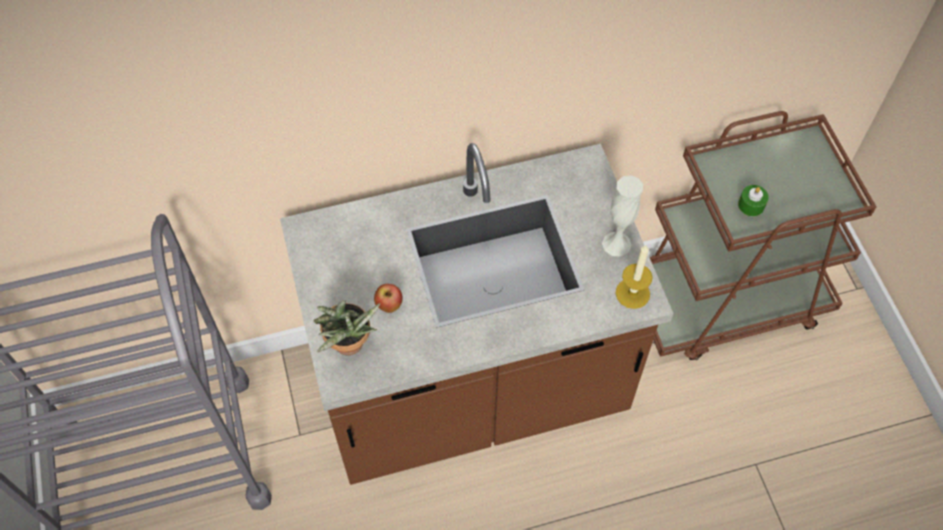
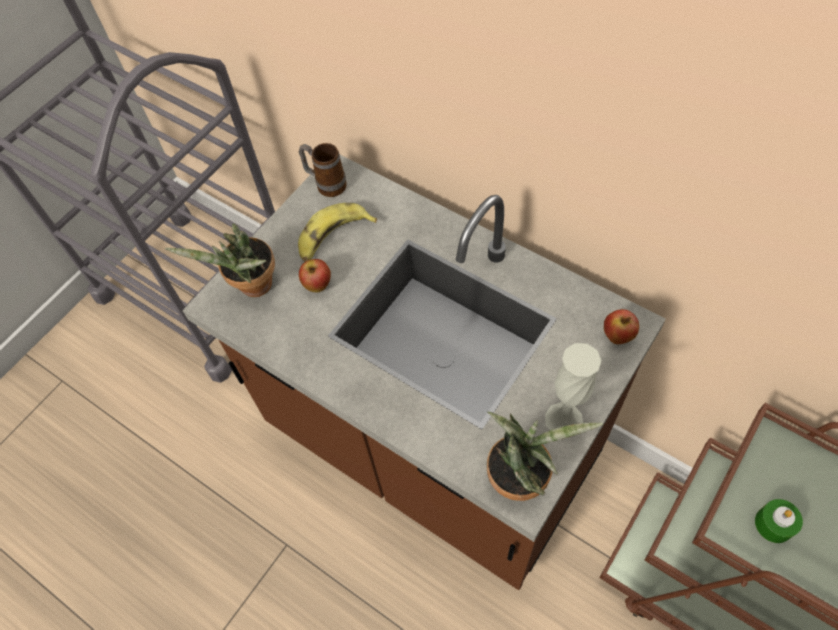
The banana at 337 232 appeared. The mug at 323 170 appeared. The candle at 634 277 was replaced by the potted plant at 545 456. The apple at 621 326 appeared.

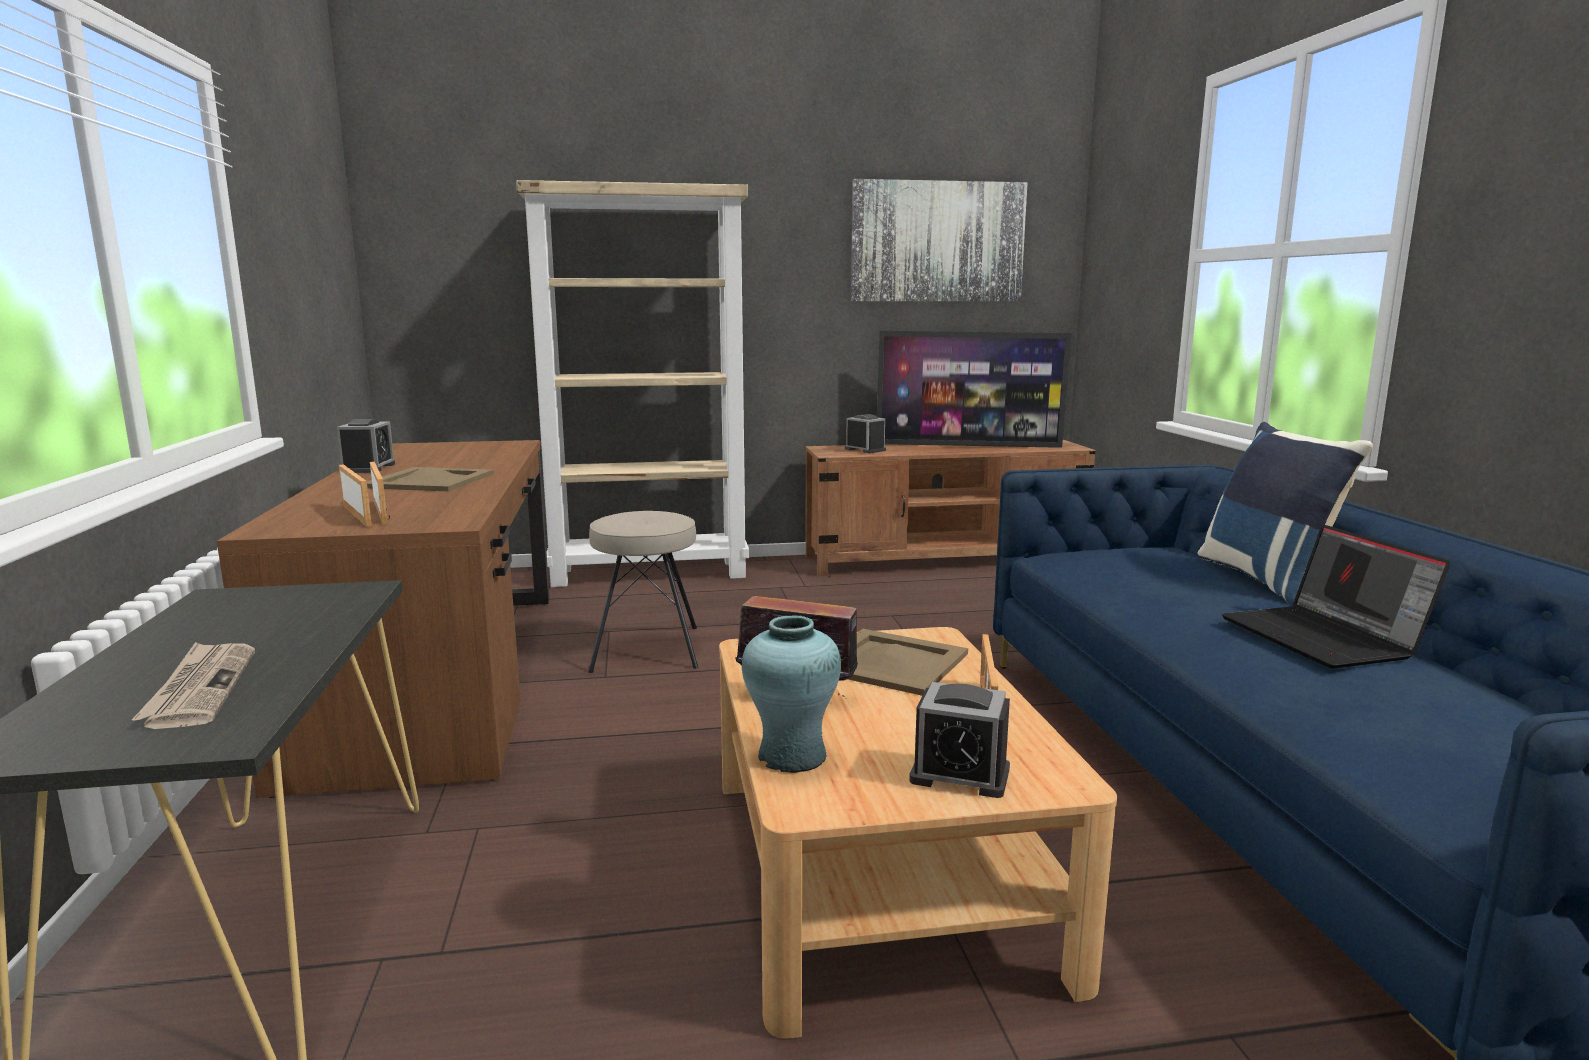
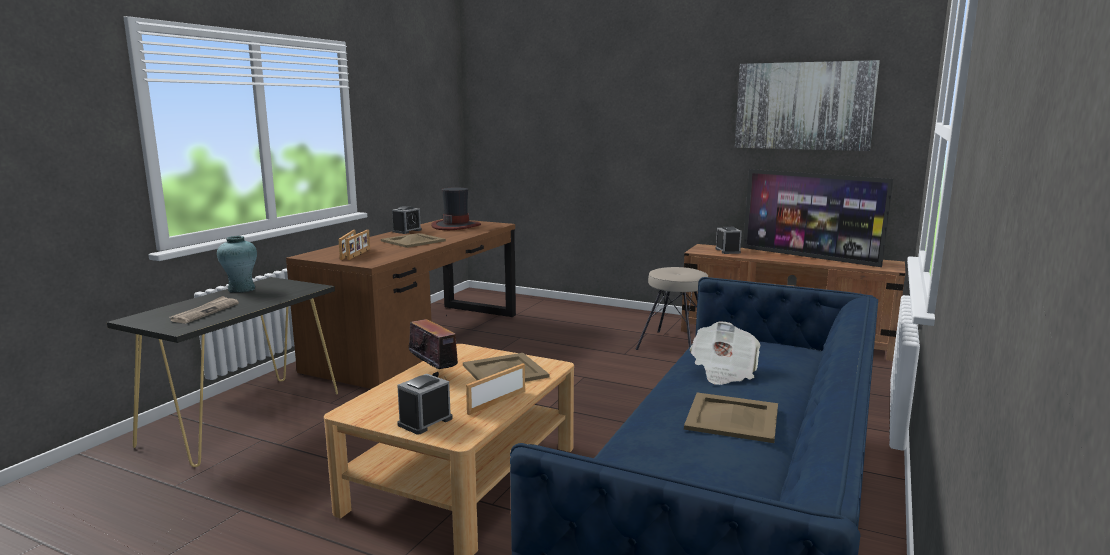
The turquoise vase moved from 791 694 to 237 264. The alarm clock at 959 740 turned 75 degrees clockwise. The hat at 456 208 appeared. The beige stool moved from 643 592 to 671 308. The laptop at 1336 596 was replaced by the beige tray at 731 417. The newspaper at 725 353 appeared. The beige bookcase at 632 383 disappeared. The blue pillow at 1285 513 disappeared.

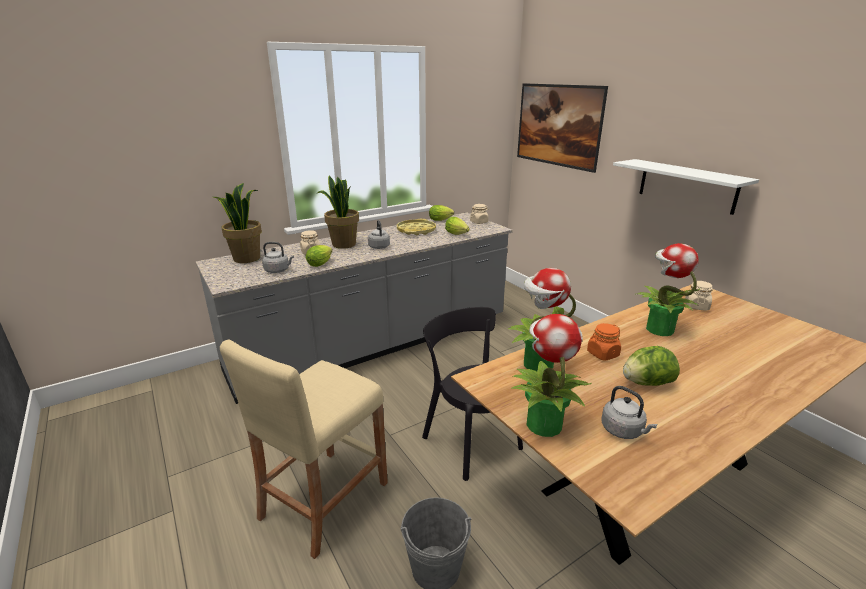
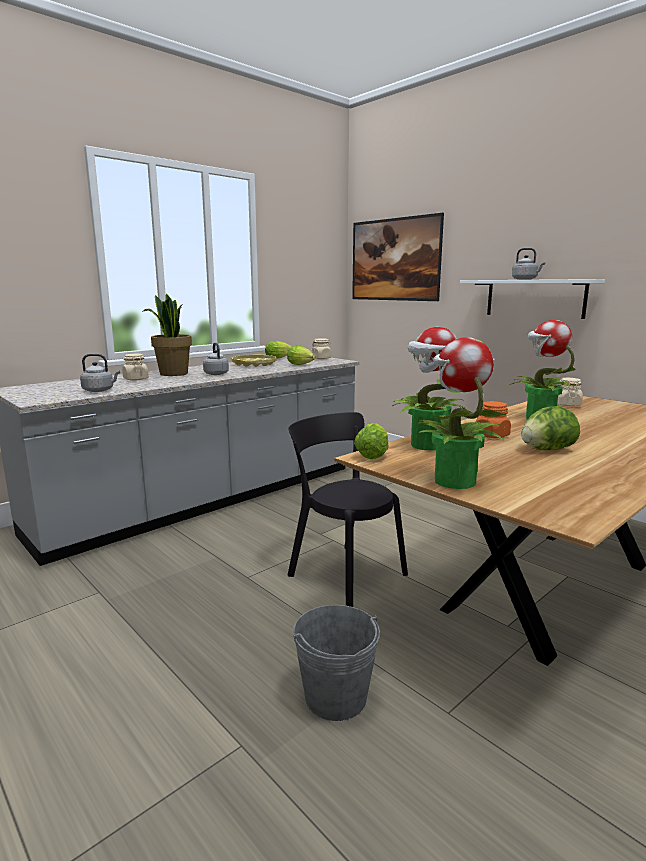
The lettuce moved from 319 256 to 371 441. The grey kettle moved from 629 412 to 528 264. The potted plant at 238 223 disappeared. The beige stool at 304 449 disappeared.

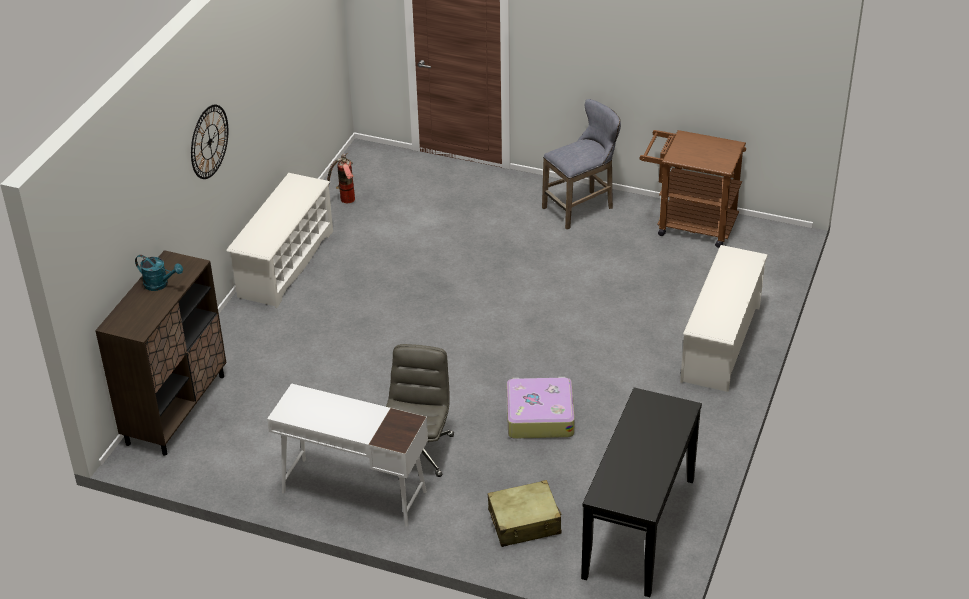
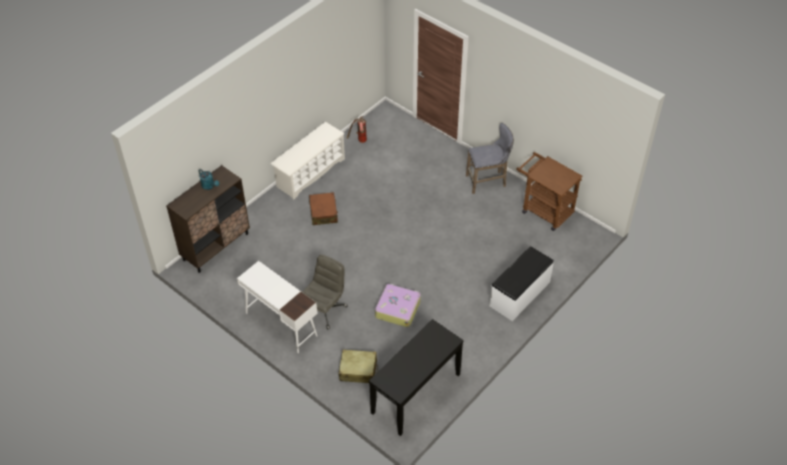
The brown suitcase at 323 208 appeared. The white shoe rack at 724 318 was replaced by the white bench at 521 283. The wall clock at 209 142 disappeared.

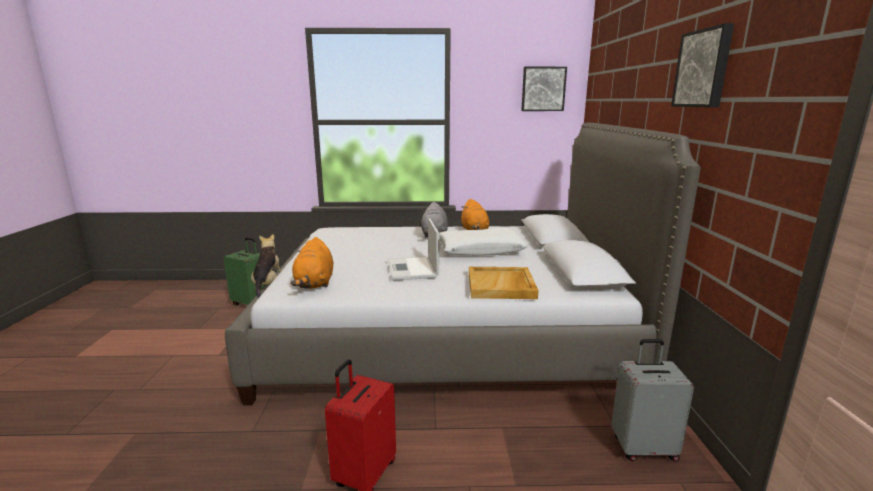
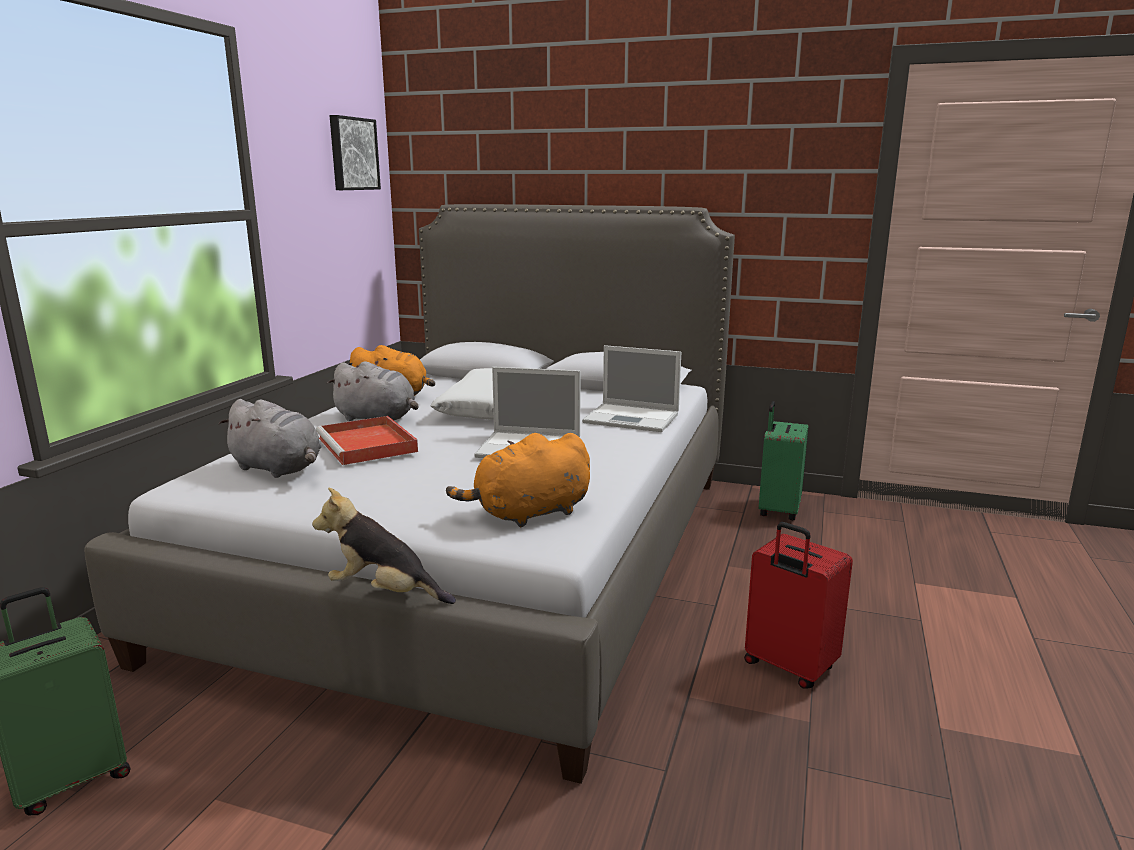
The grey plush toy at 270 438 appeared. The red tray at 367 440 appeared. The orange plush toy at 311 263 turned 135 degrees clockwise. The beige tray at 504 283 was replaced by the laptop at 631 388. The grey suitcase at 652 400 became the green suitcase at 783 460. The picture at 702 65 disappeared.

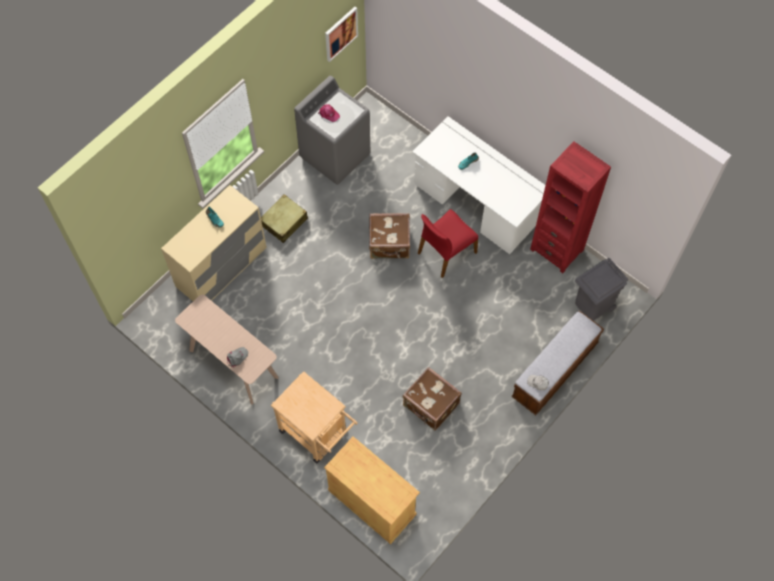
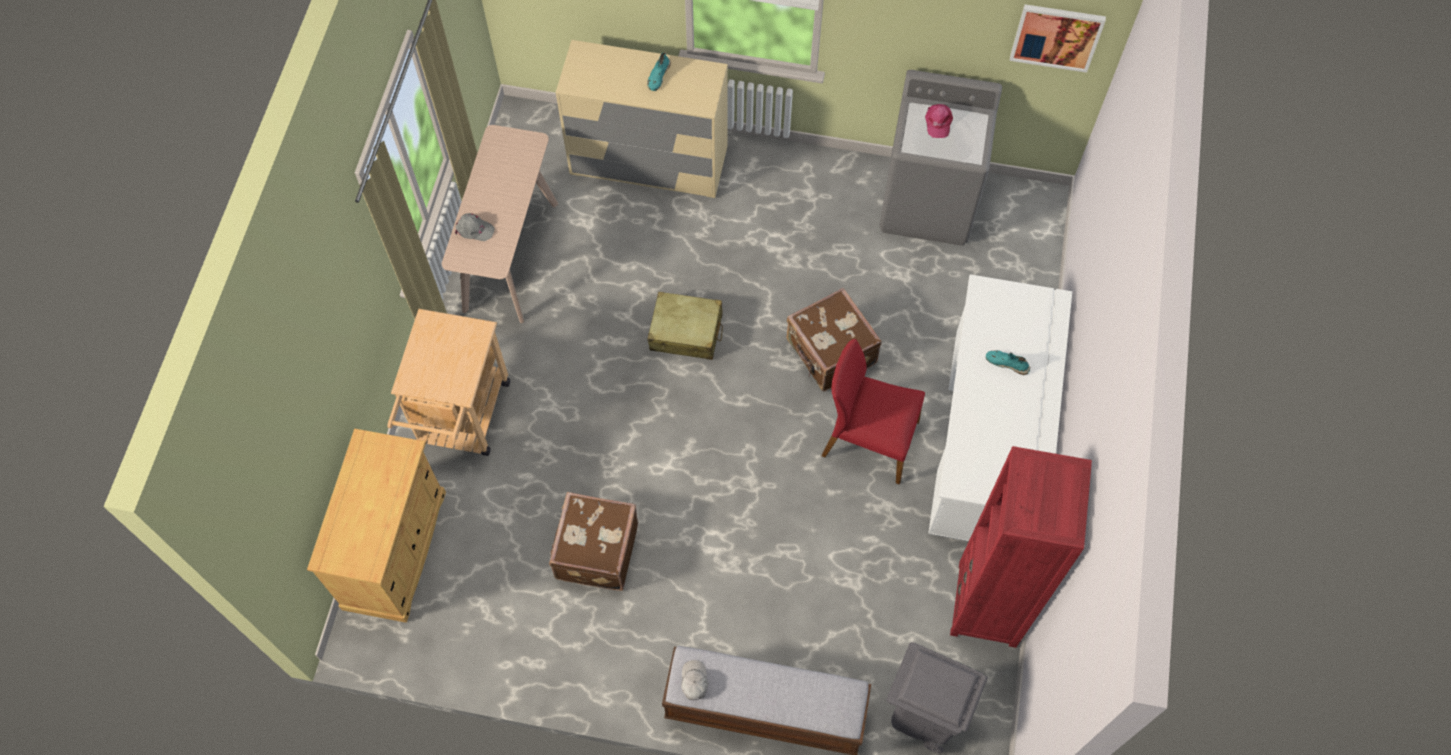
The beige suitcase moved from 284 218 to 685 326.

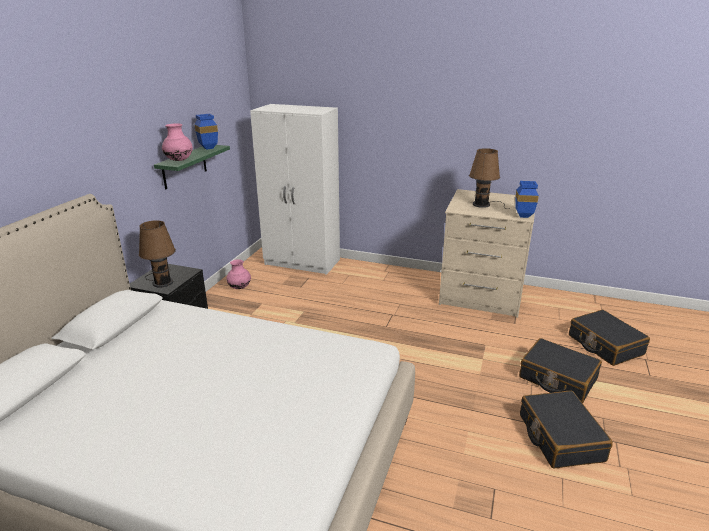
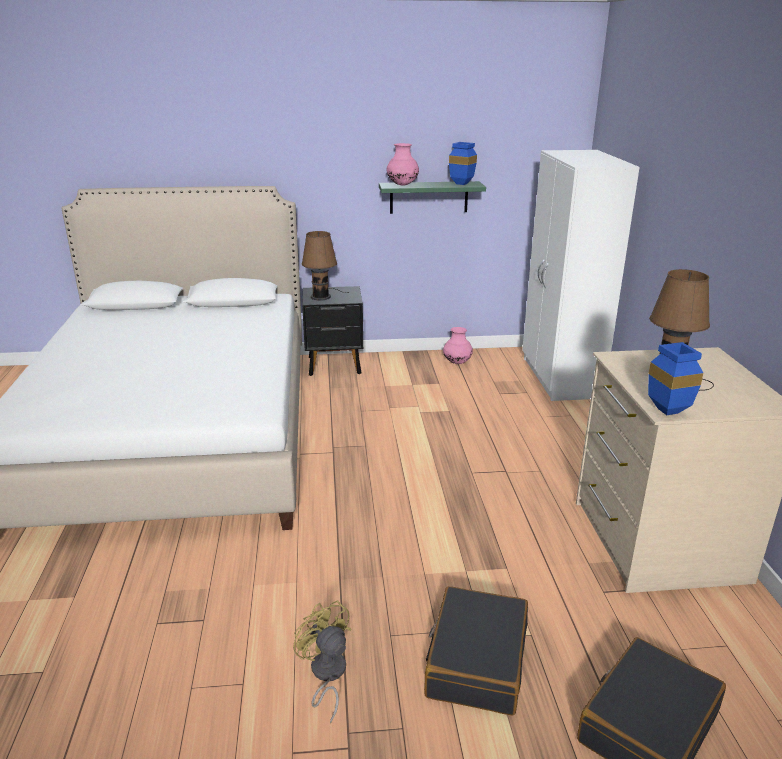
The black suitcase at 566 430 was replaced by the yellow fan at 322 662.

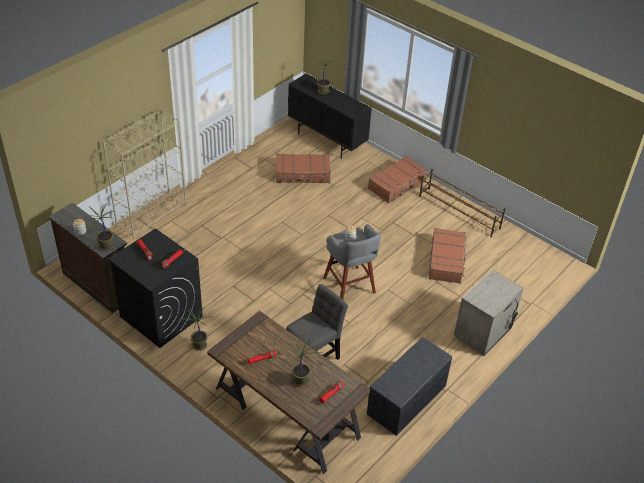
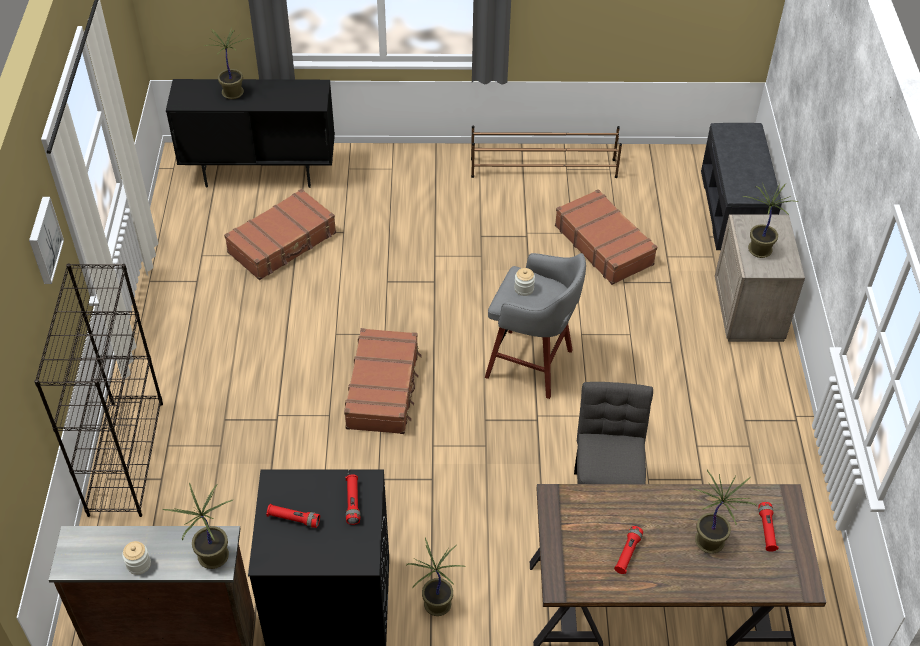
The picture at 46 240 appeared. The beige bookcase at 144 174 became the black bookcase at 98 390. The brown suitcase moved from 397 179 to 383 381. The grey bench moved from 409 386 to 741 186. The potted plant at 770 221 appeared.

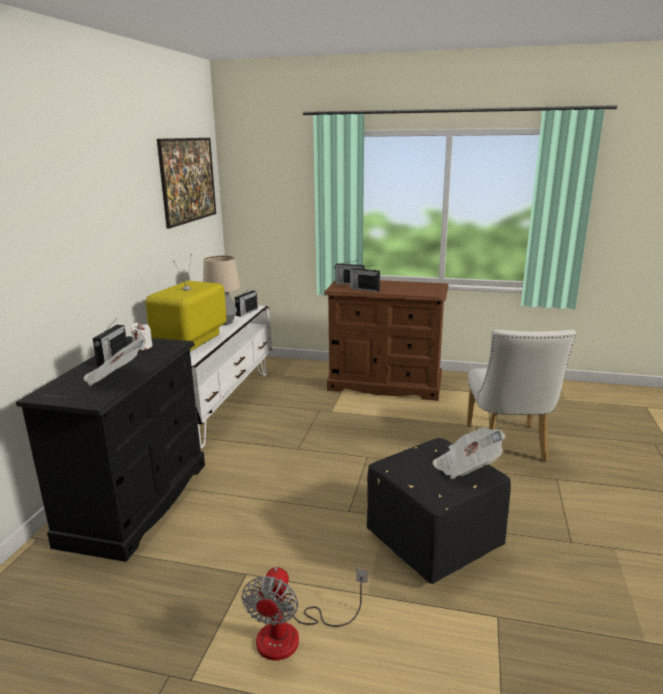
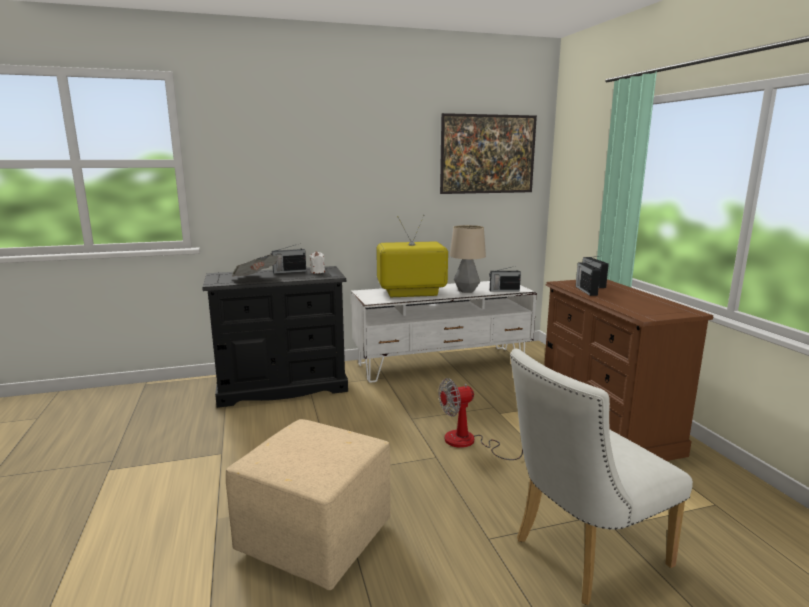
The black ottoman at 439 511 became the beige ottoman at 308 504. The fan moved from 304 613 to 481 419. The newspaper at 469 453 disappeared.

